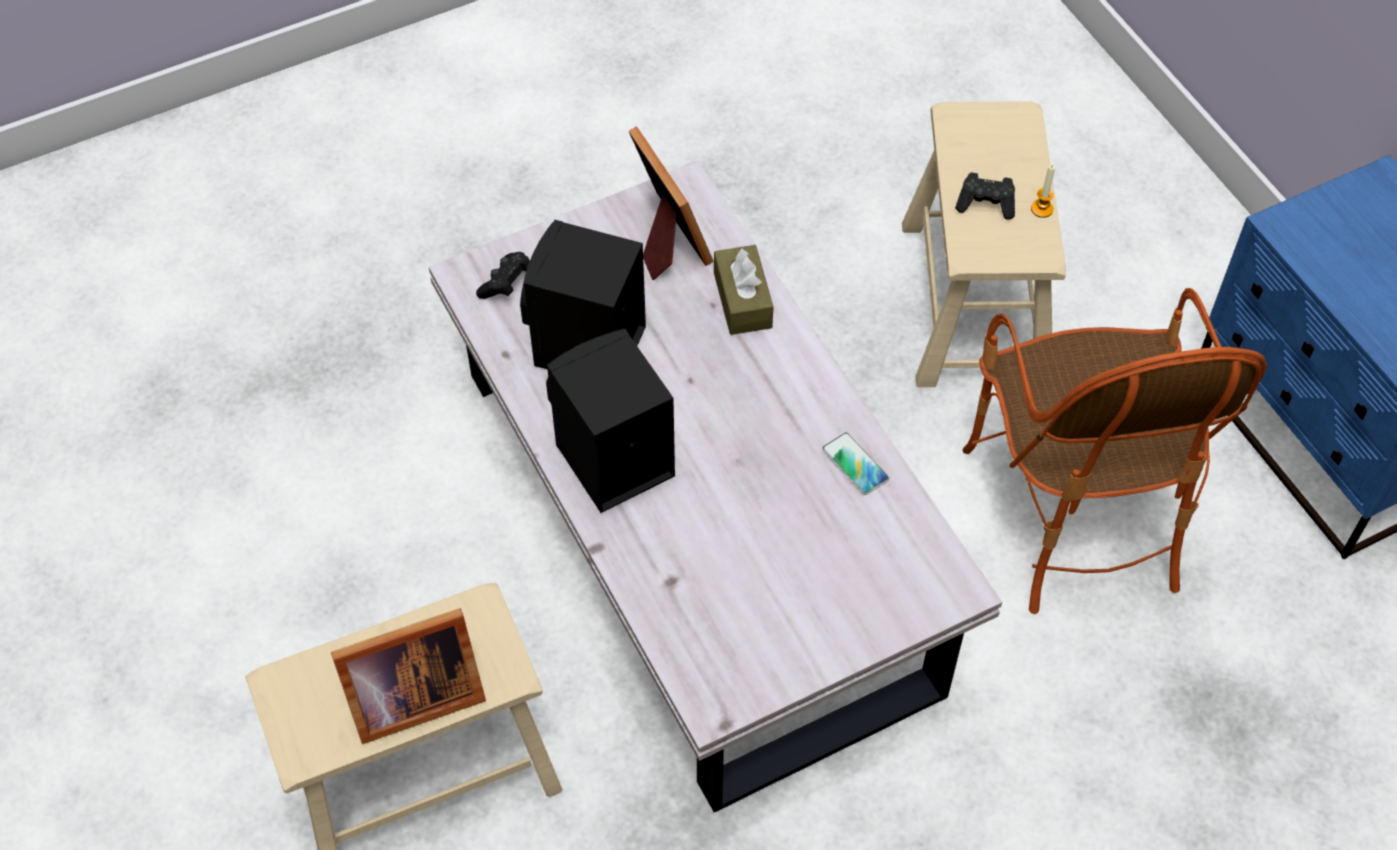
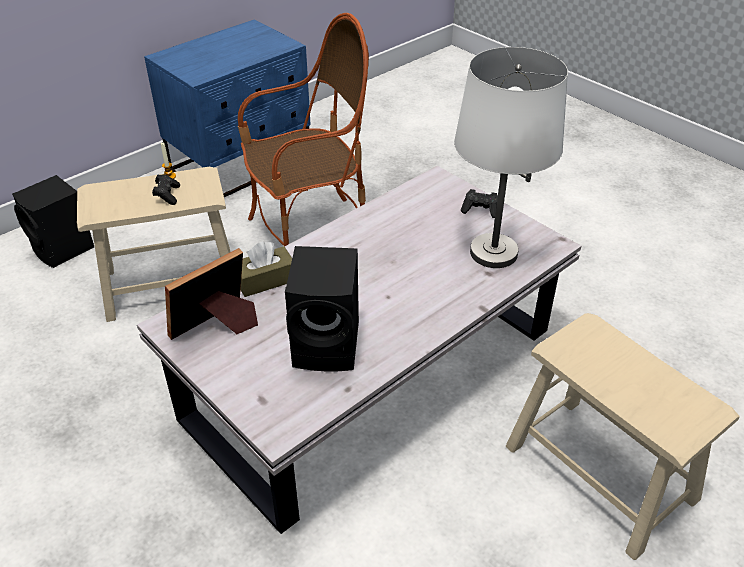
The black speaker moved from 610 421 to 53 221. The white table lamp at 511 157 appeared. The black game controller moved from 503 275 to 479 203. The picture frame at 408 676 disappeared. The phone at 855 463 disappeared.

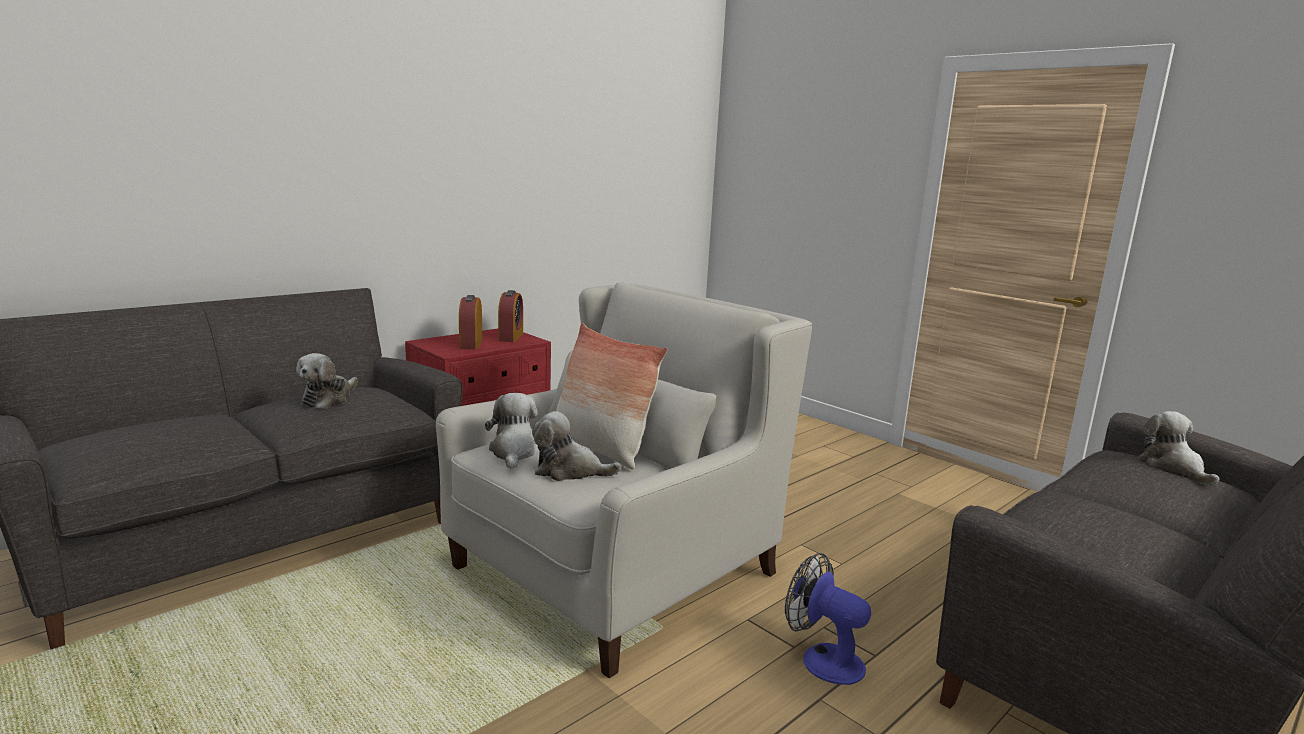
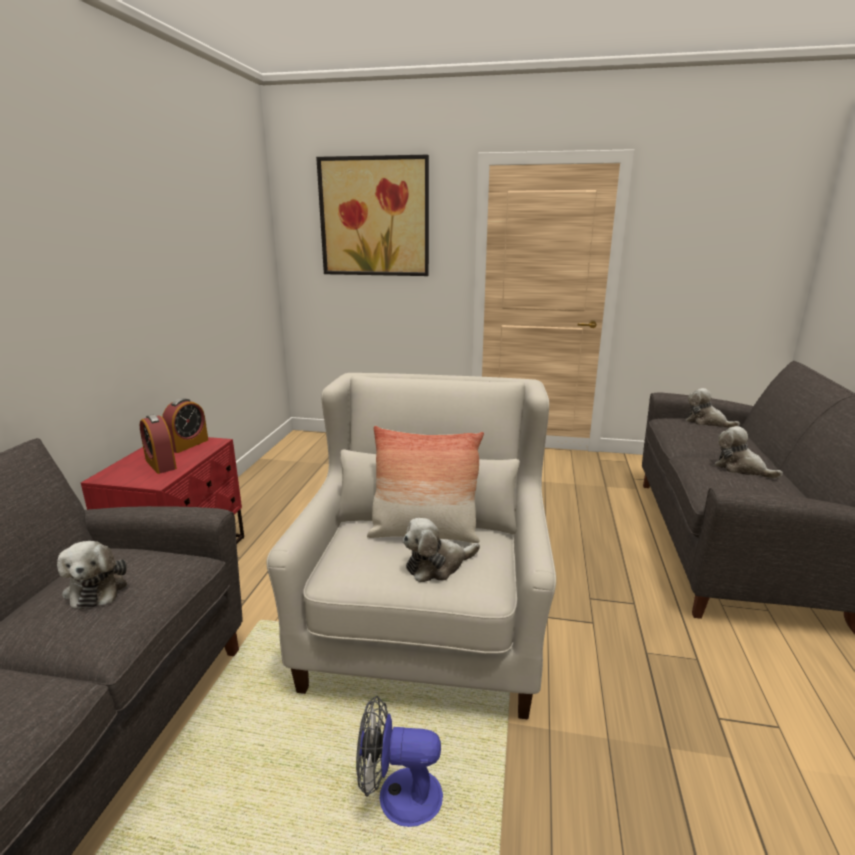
The alarm clock at 510 316 turned 60 degrees clockwise. The picture at 372 215 appeared. The fan moved from 828 619 to 399 761. The plush toy moved from 512 431 to 749 452.

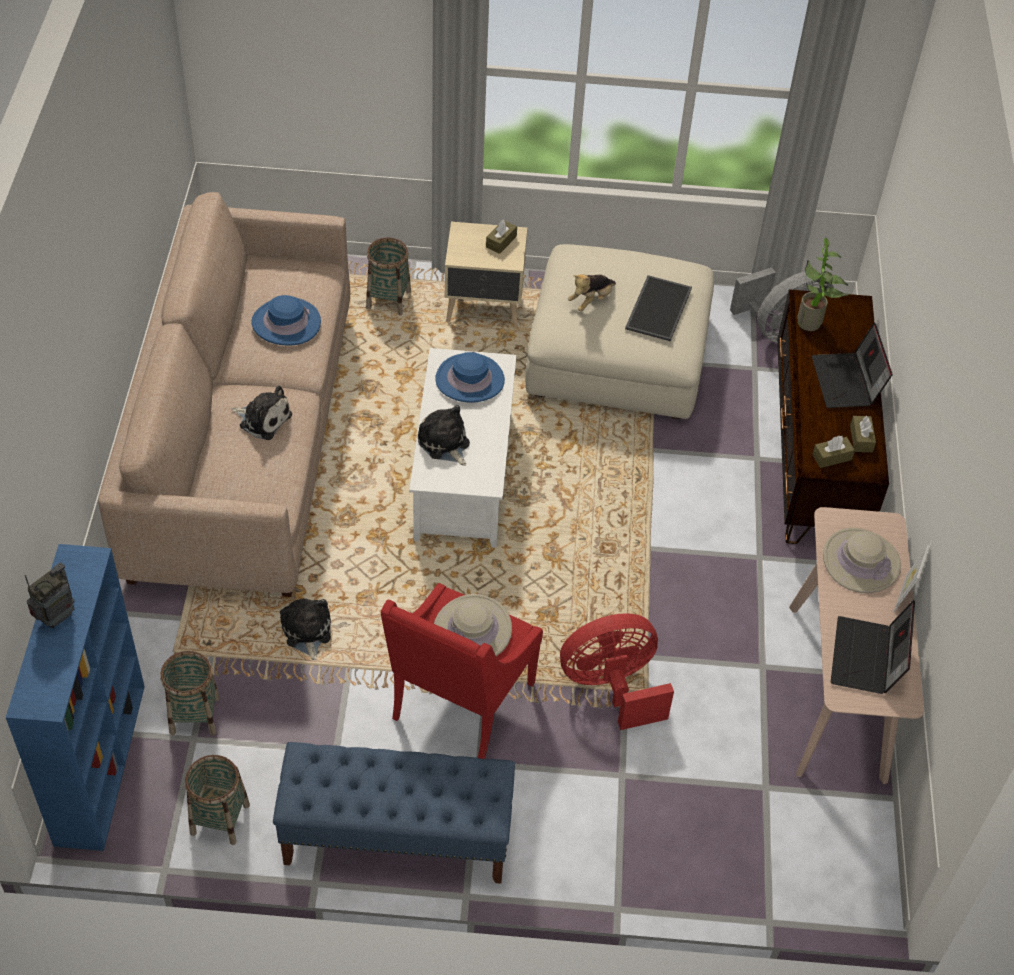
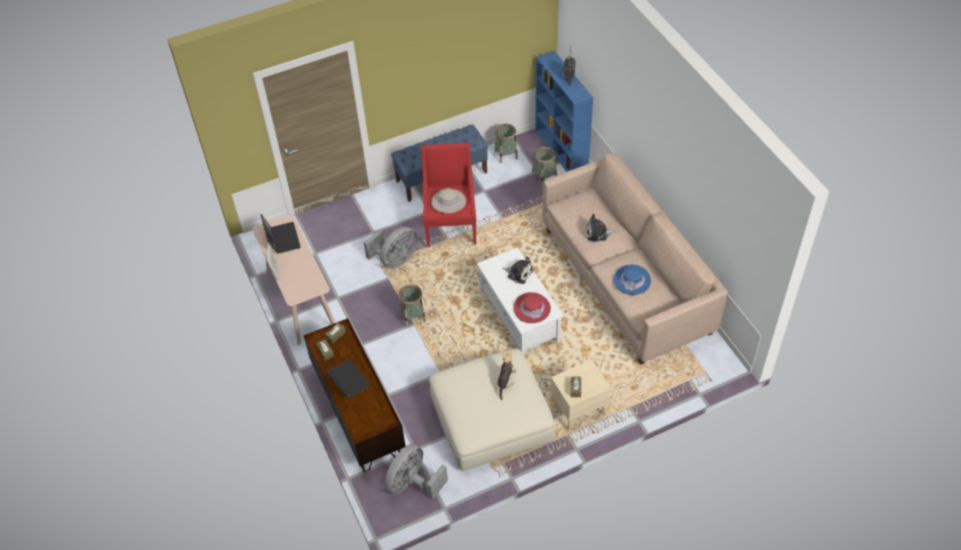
The red fan at 617 671 became the grey fan at 391 248. The basket moved from 388 276 to 412 305. The blue hat at 470 377 became the red hat at 532 307. The plush toy at 305 629 disappeared. The tray at 658 308 disappeared. The potted plant at 823 284 disappeared. The beige hat at 862 560 disappeared.

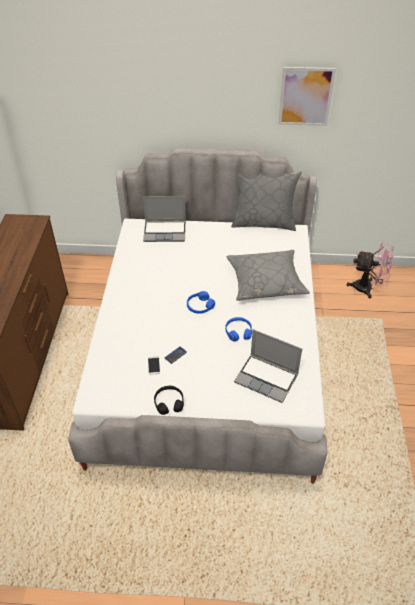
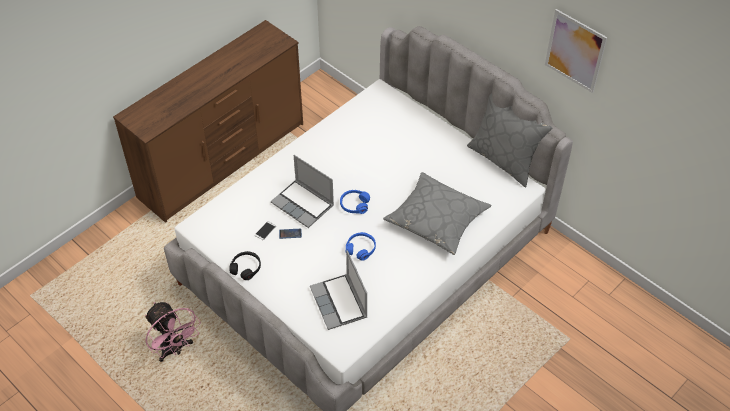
The pink fan moved from 370 270 to 173 332. The laptop moved from 164 219 to 302 191.

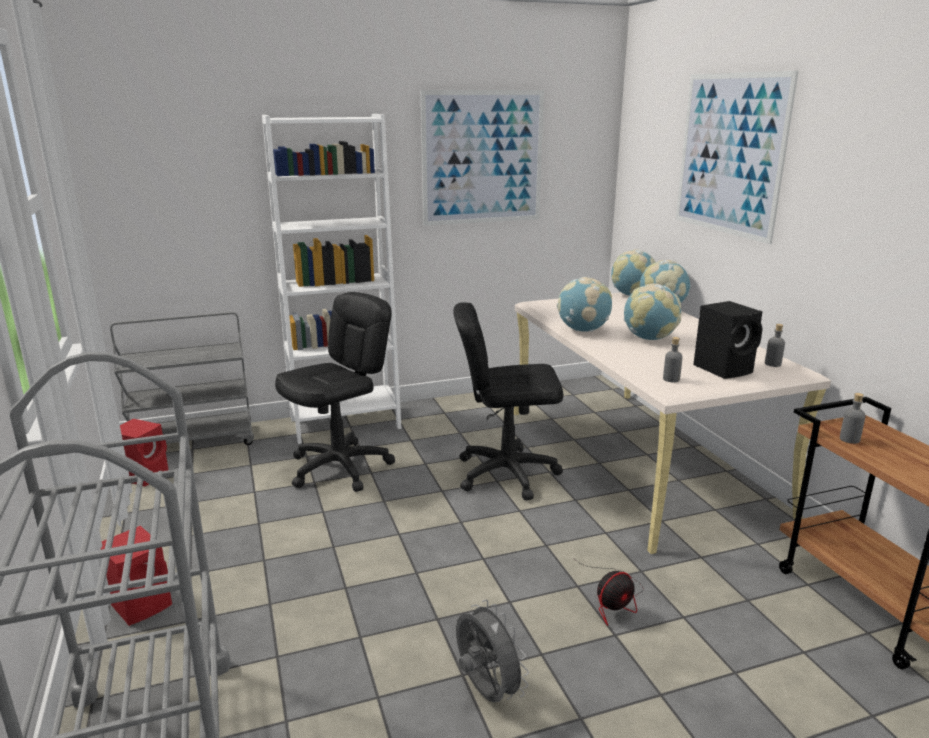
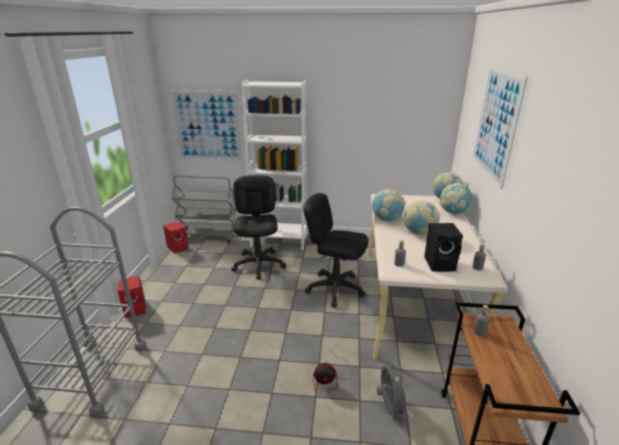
The picture moved from 482 158 to 206 125. The black office chair at 335 392 turned 75 degrees counterclockwise. The grey fan moved from 492 651 to 393 390.

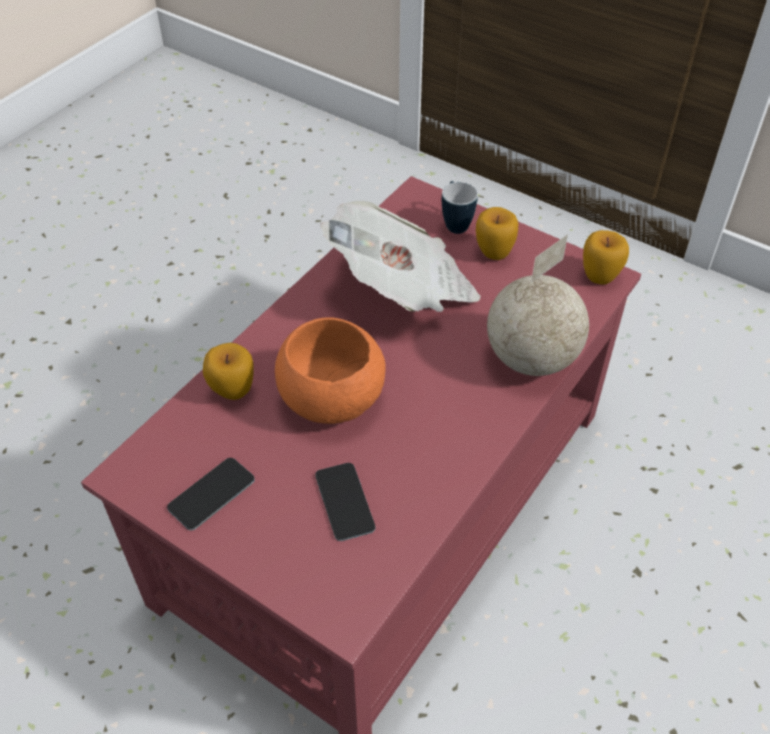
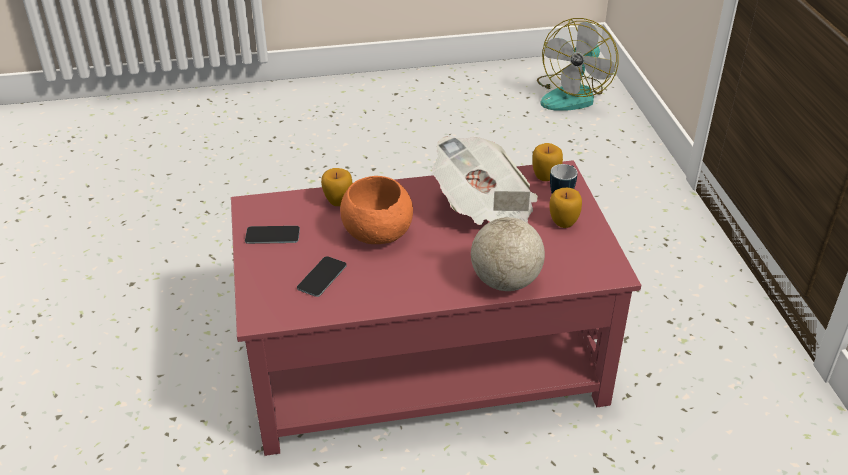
The apple moved from 606 257 to 547 162. The fan at 578 64 appeared.

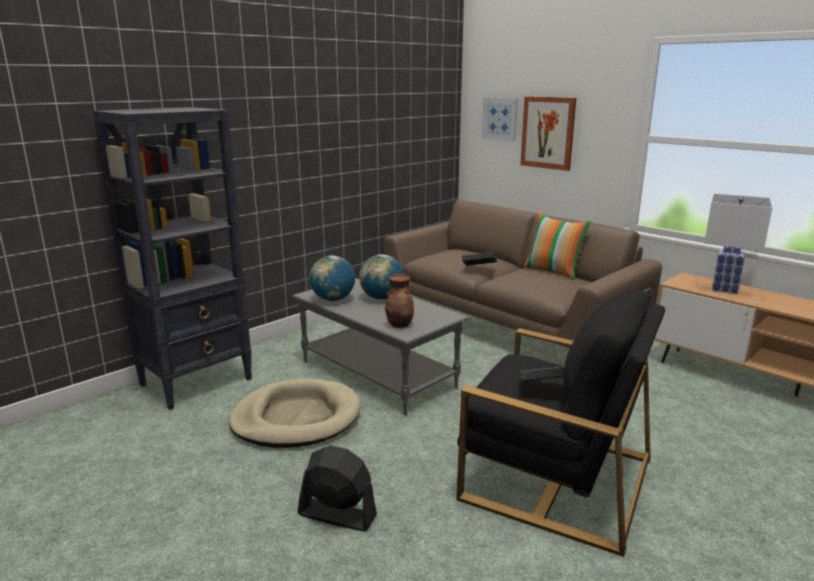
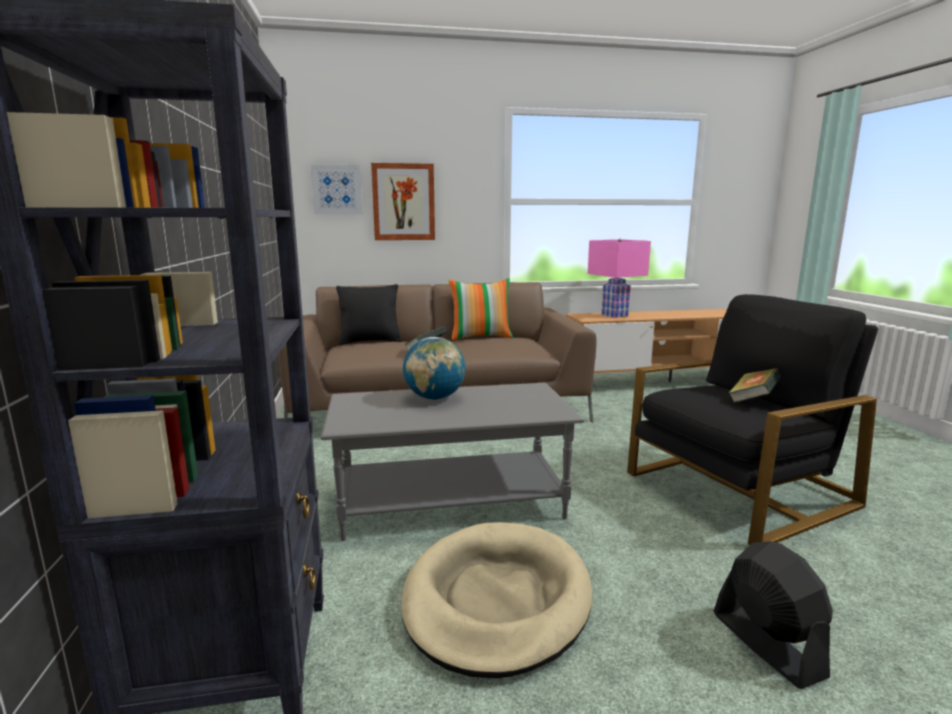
The black pillow at 369 314 appeared. The white table lamp at 738 244 became the pink table lamp at 619 278. The black fan at 337 488 turned 105 degrees clockwise. The globe at 332 278 disappeared. The vase at 399 301 disappeared.

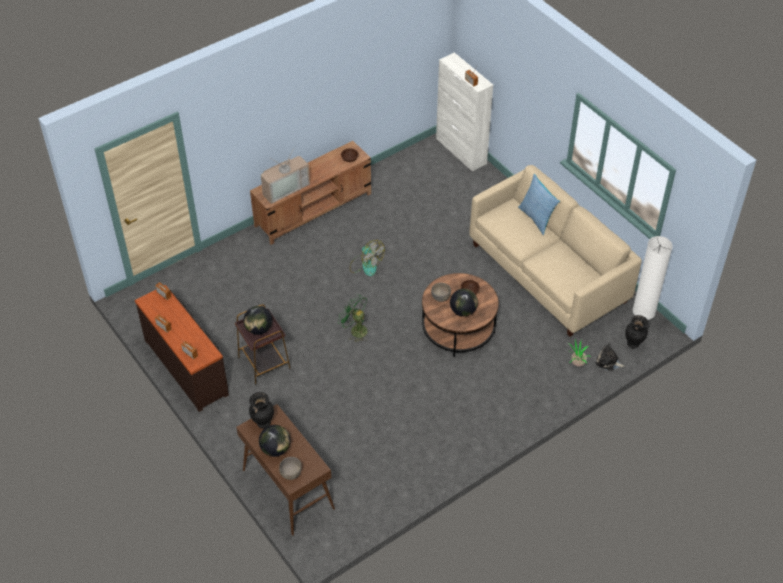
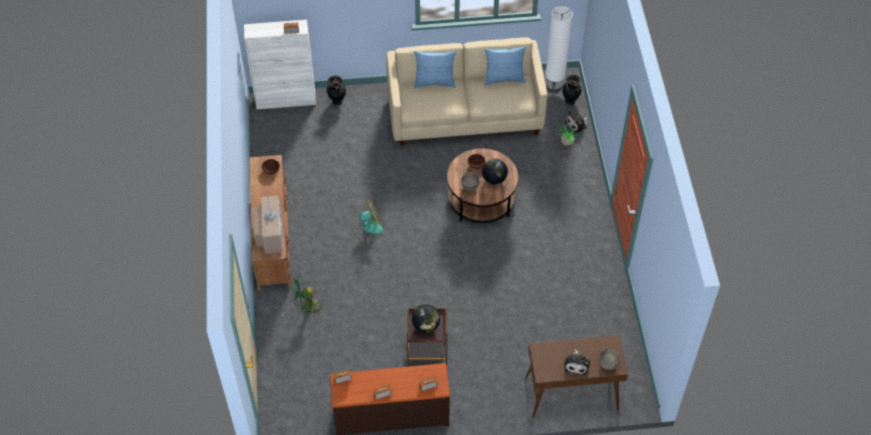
The green fan moved from 352 318 to 307 297. The black vase moved from 261 410 to 336 90. The pillow at 505 65 appeared. The globe at 274 441 was replaced by the plush toy at 577 362.

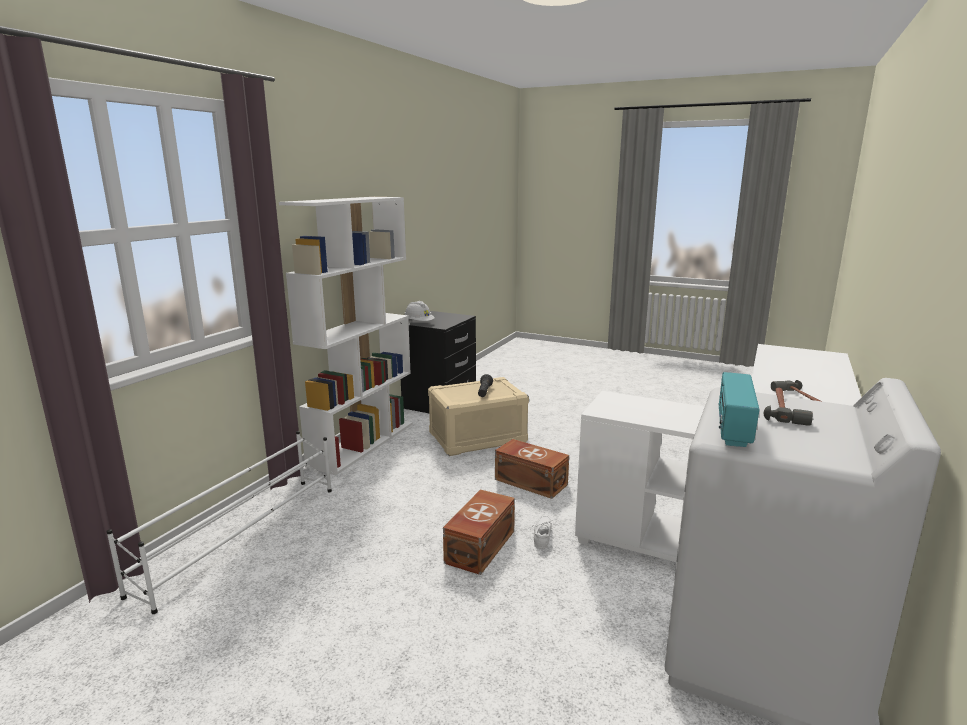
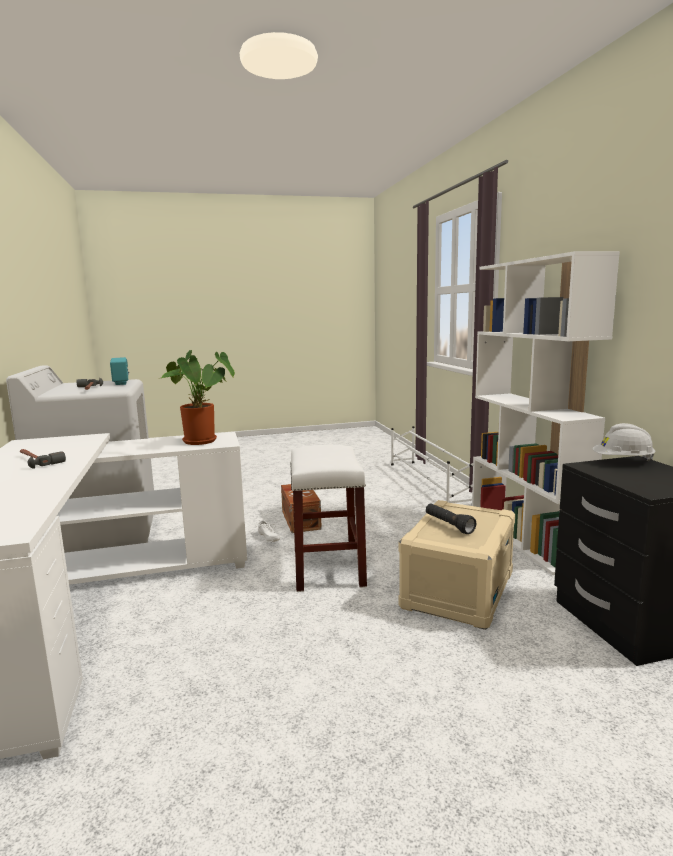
The potted plant at 198 397 appeared. The brown storage box at 532 469 was replaced by the white stool at 328 518.

